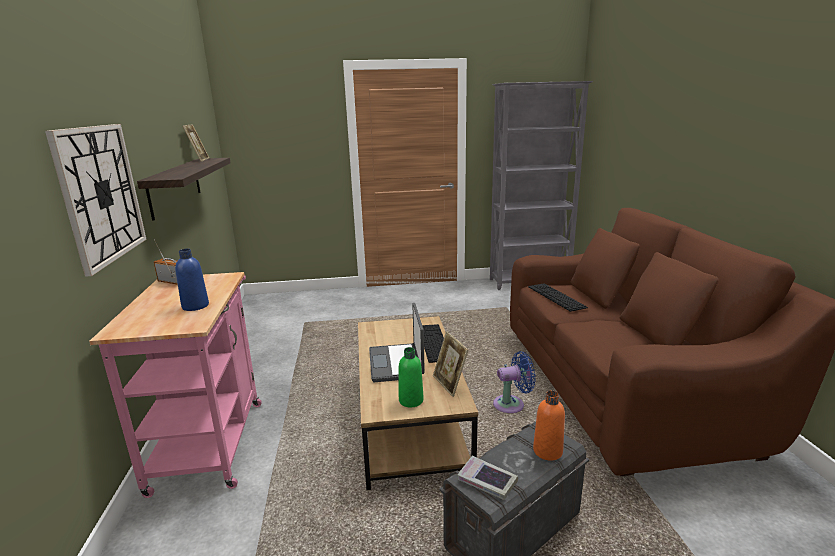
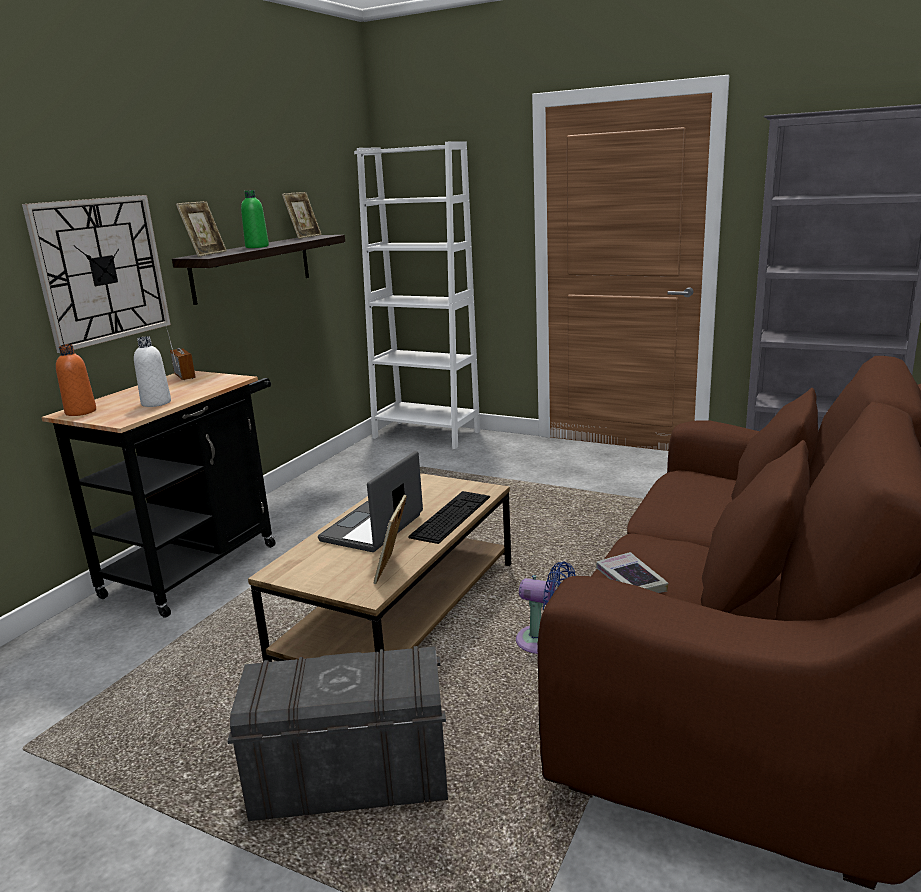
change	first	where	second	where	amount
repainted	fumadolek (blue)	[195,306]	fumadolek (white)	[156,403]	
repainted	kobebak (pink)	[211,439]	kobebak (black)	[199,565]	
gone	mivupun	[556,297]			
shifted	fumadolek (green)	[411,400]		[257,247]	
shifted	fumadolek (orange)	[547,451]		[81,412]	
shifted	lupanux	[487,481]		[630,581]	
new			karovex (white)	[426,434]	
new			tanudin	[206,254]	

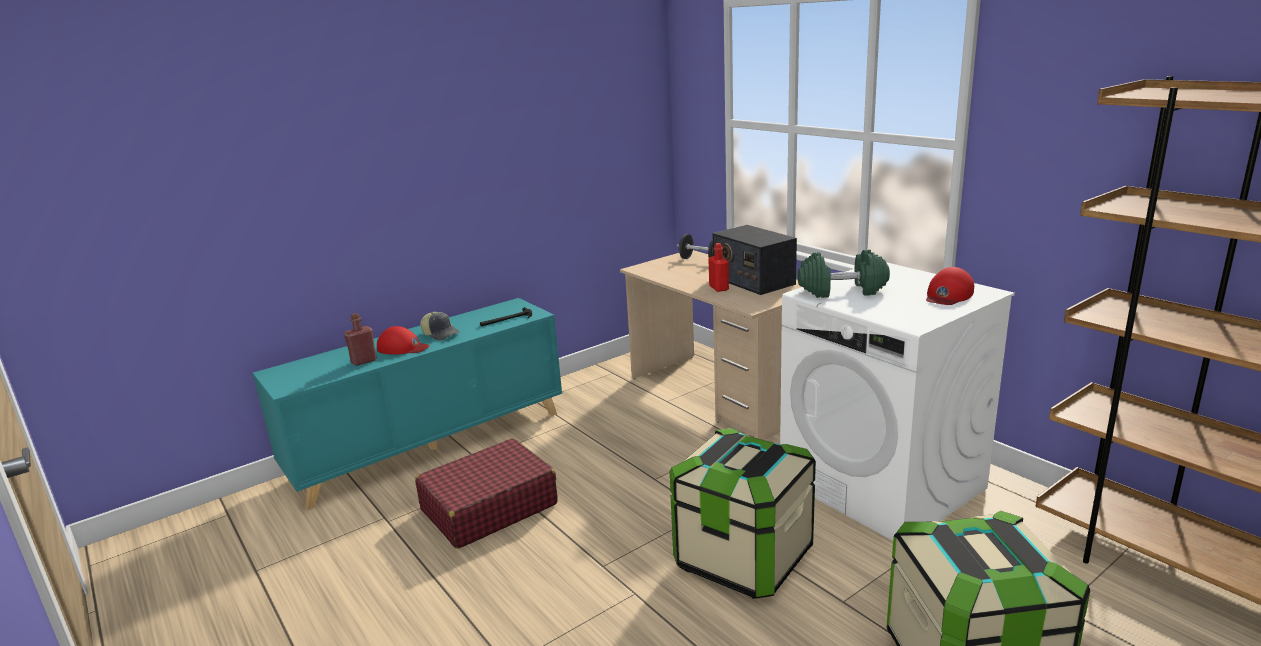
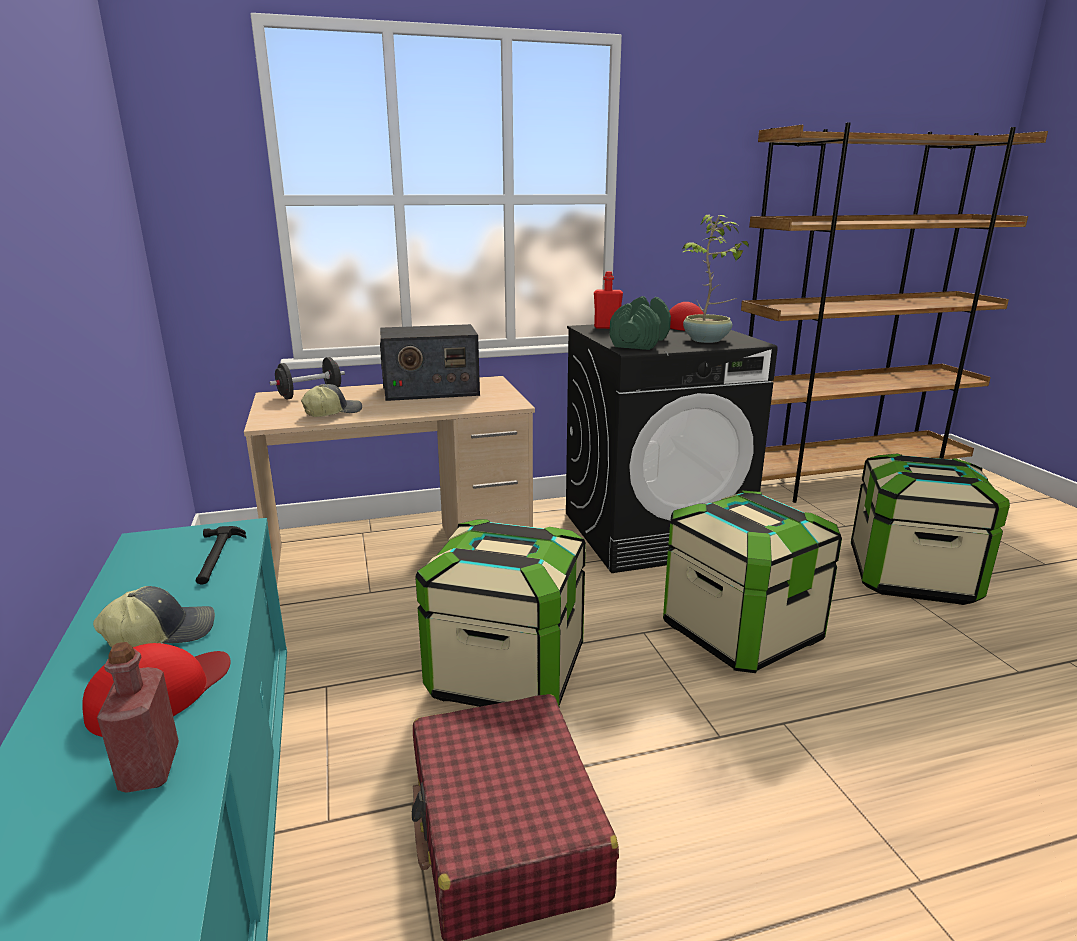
change	first	where	second	where	amount
shifted	fumadolek (red)	[718,288]		[607,327]	
repainted	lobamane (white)	[882,484]	lobamane (black)	[654,532]	
new			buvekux	[707,340]	
new			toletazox	[333,412]	
new			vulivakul	[506,673]	

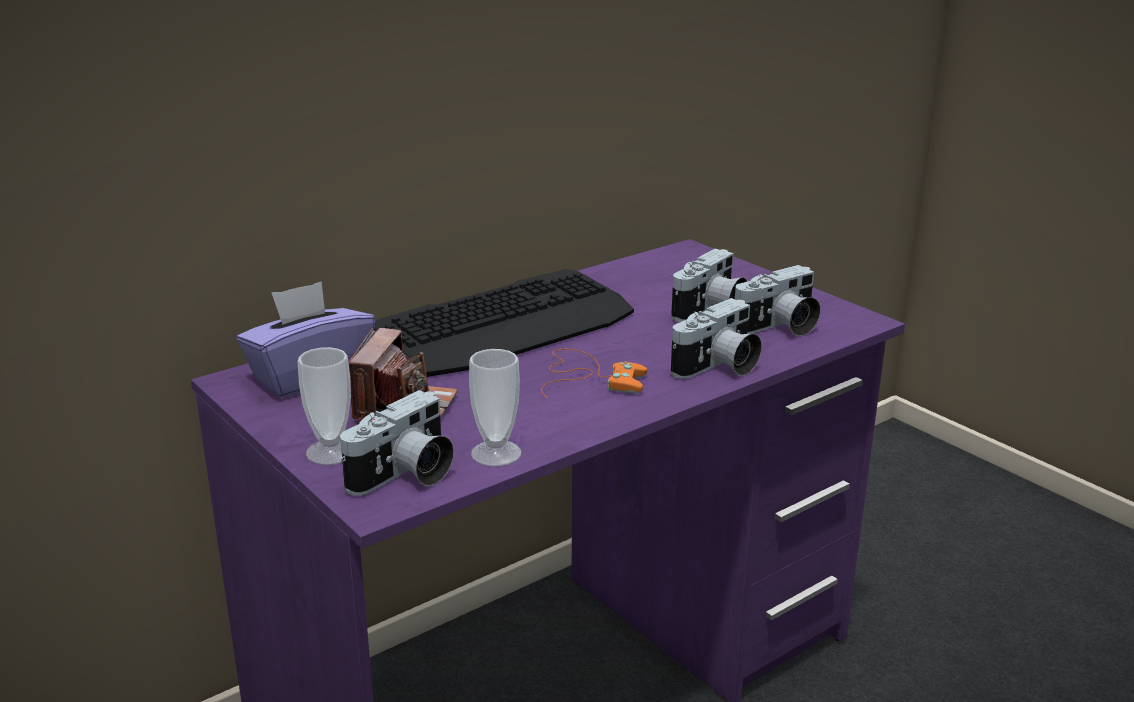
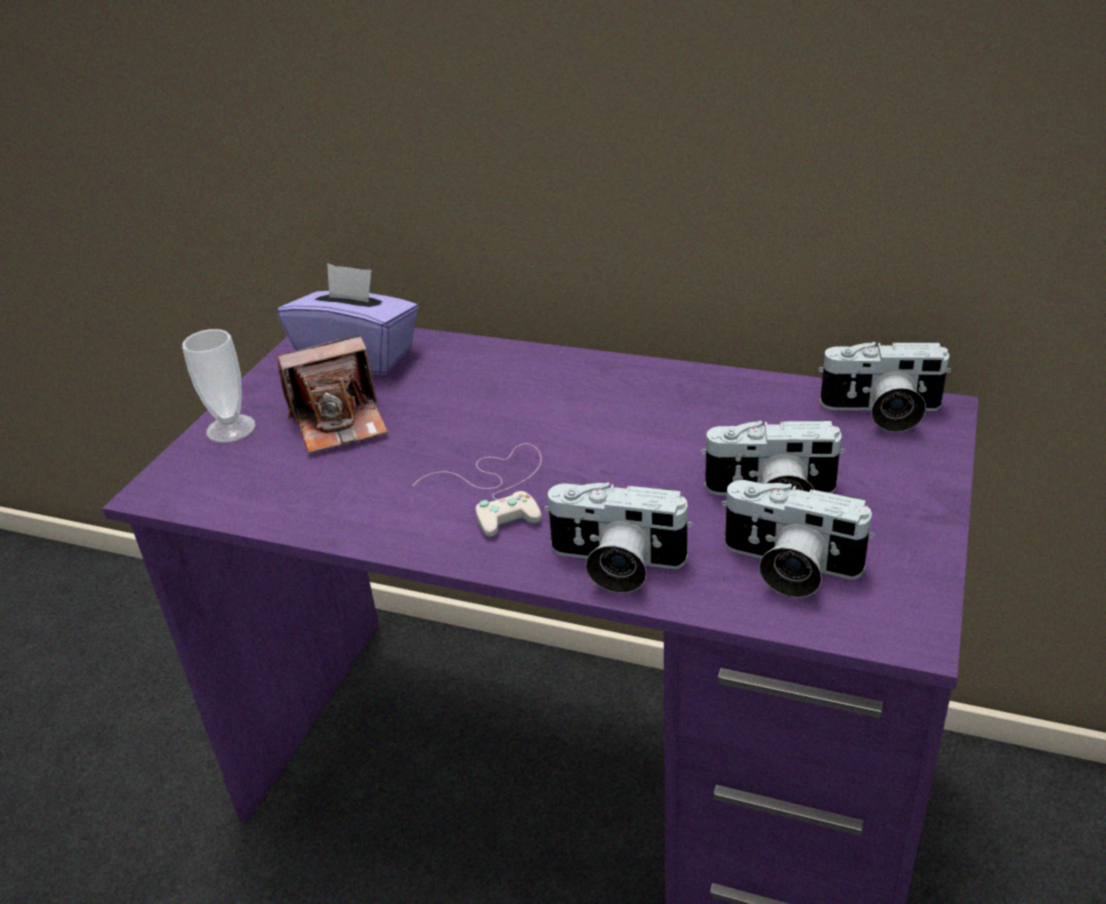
change	first	where	second	where	amount
gone	mivupun	[506,326]			
gone	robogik	[496,453]			
repainted	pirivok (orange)	[588,376]	pirivok (white)	[499,489]	
shifted	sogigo	[405,475]		[881,413]	

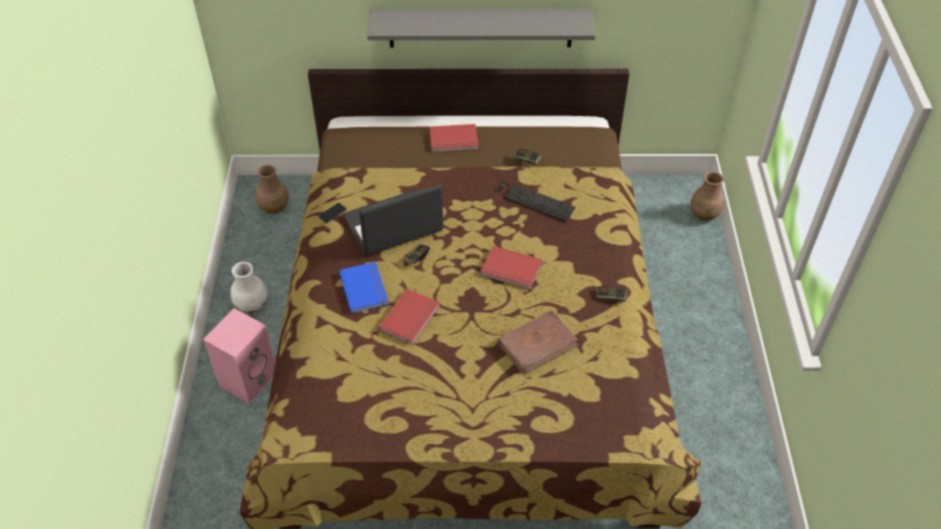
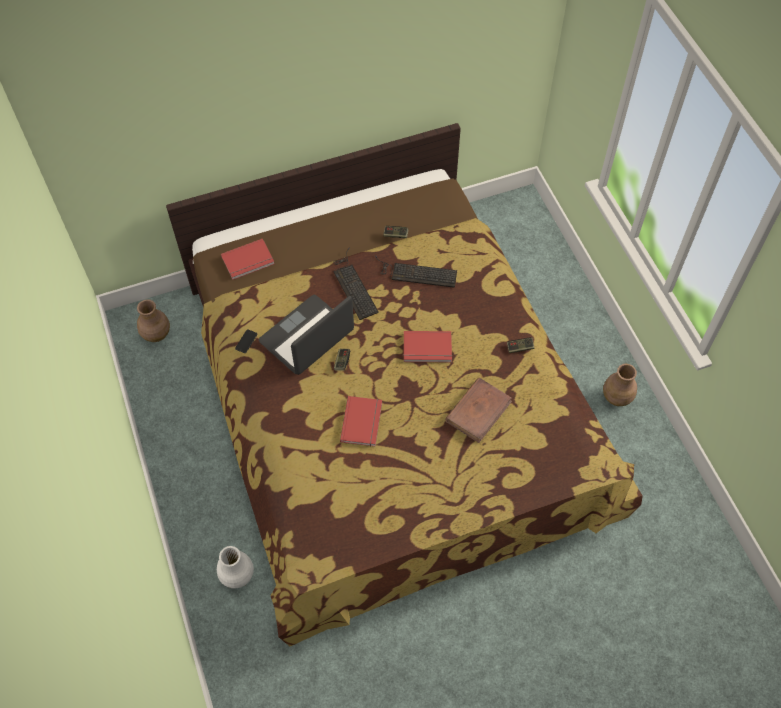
change	first	where	second	where	amount
gone	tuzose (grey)	[480,27]			
shifted	lupanux (red)	[454,140]		[248,261]	
shifted	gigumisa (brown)	[704,215]		[617,397]	
shifted	gigumisa (white)	[252,305]		[237,575]	
gone	lupanux (blue)	[365,288]			
gone	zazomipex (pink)	[248,377]			
new			mivupun	[353,285]	

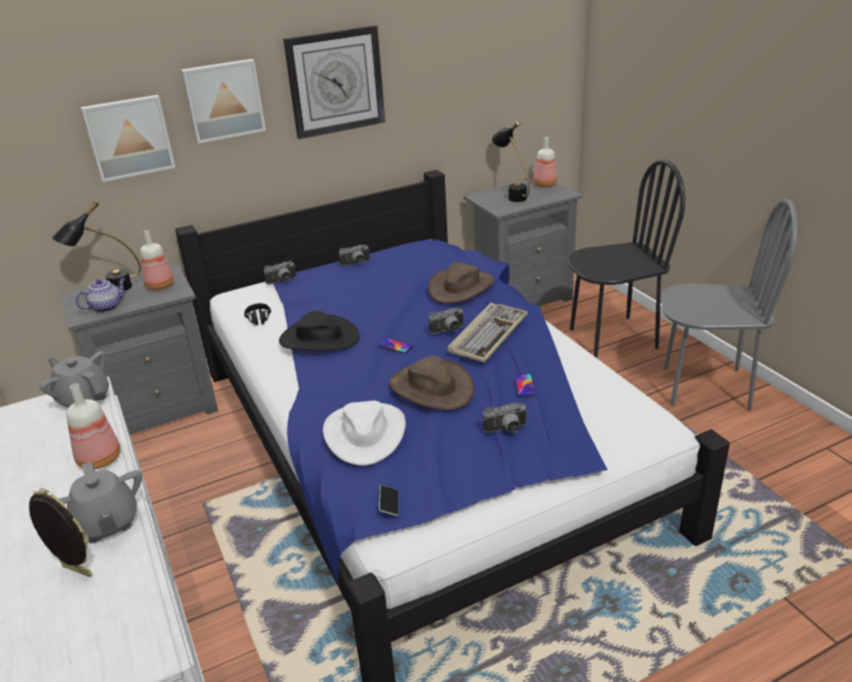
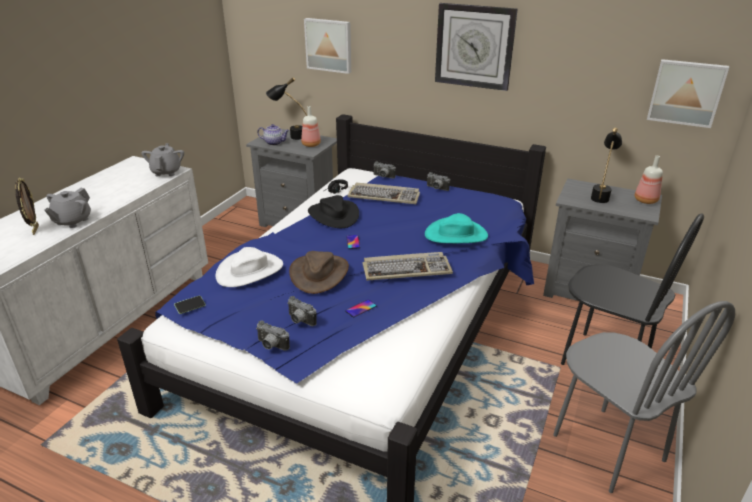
change	first	where	second	where	amount
shifted	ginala	[223,100]		[686,92]	
repainted	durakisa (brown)	[461,287]	durakisa (turquoise)	[456,235]	
shifted	sogigo	[448,331]		[271,346]	
gone	fumadolek	[99,460]			
new			mivupun	[384,196]	

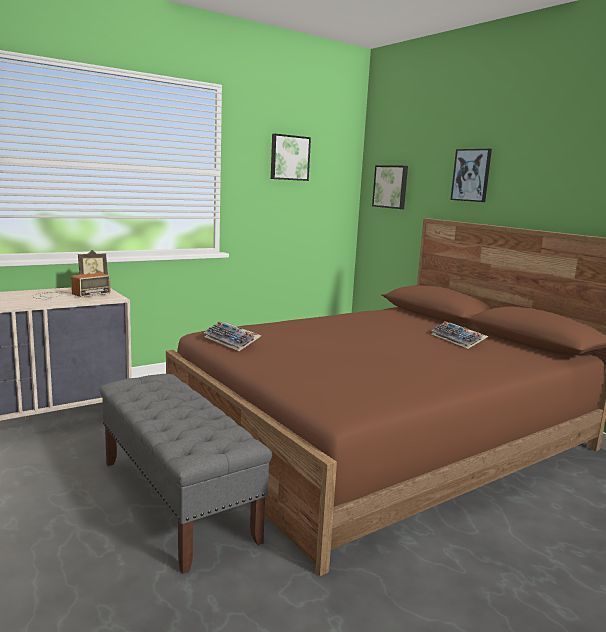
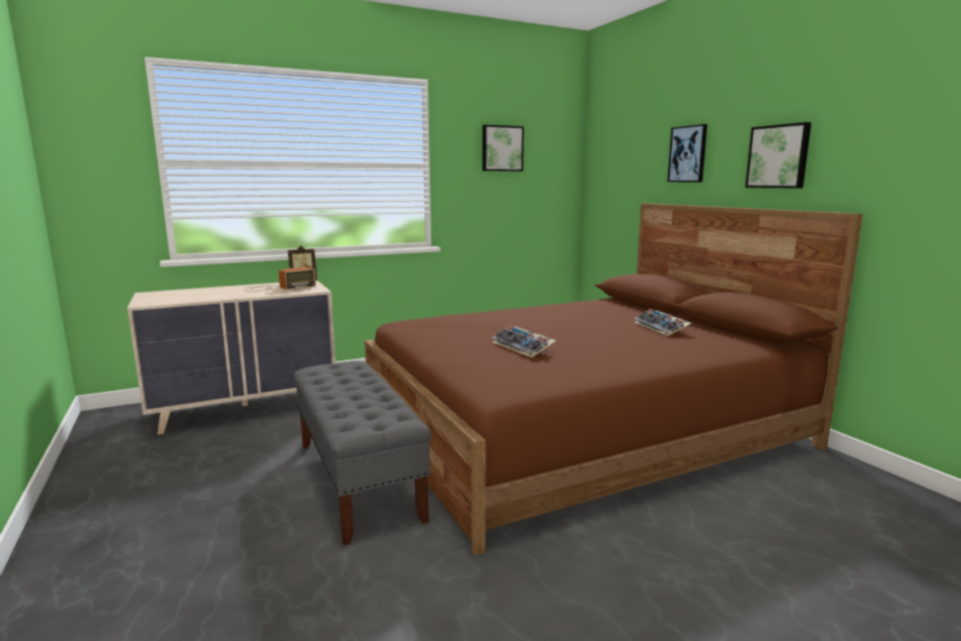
change	first	where	second	where	amount
shifted	ginala	[391,186]		[779,156]	
shifted	mivupun	[232,342]		[523,347]	

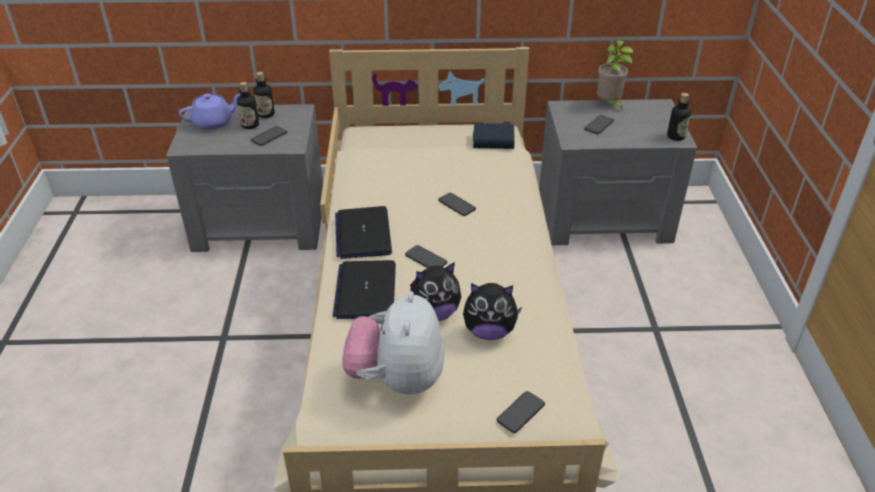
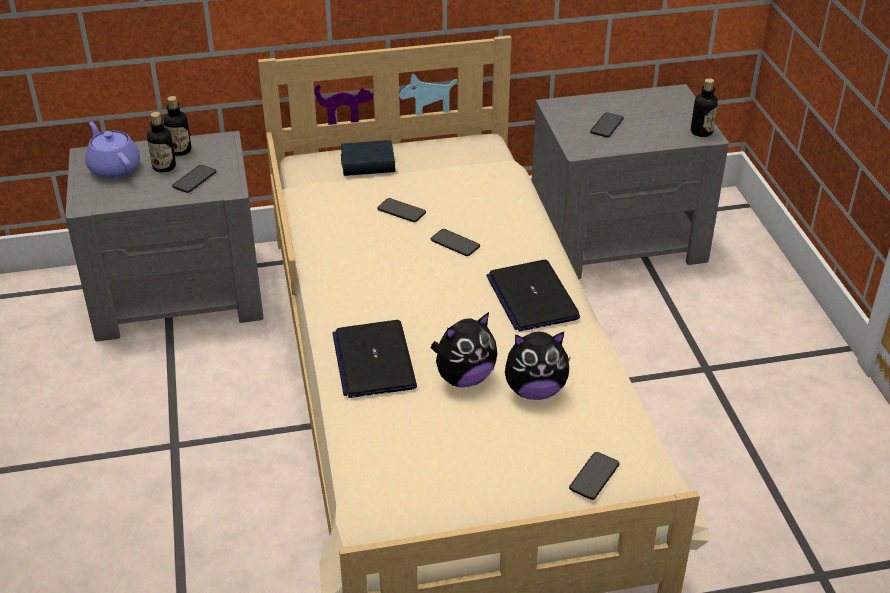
change	first	where	second	where	amount
gone	buvekux	[609,105]			
rotated	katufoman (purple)	[214,122]		[114,168]	90 degrees counterclockwise
shifted	lupanux	[493,141]		[368,164]	
shifted	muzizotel	[363,234]		[532,297]	
shifted	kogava	[426,259]		[401,211]	
gone	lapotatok	[397,379]			

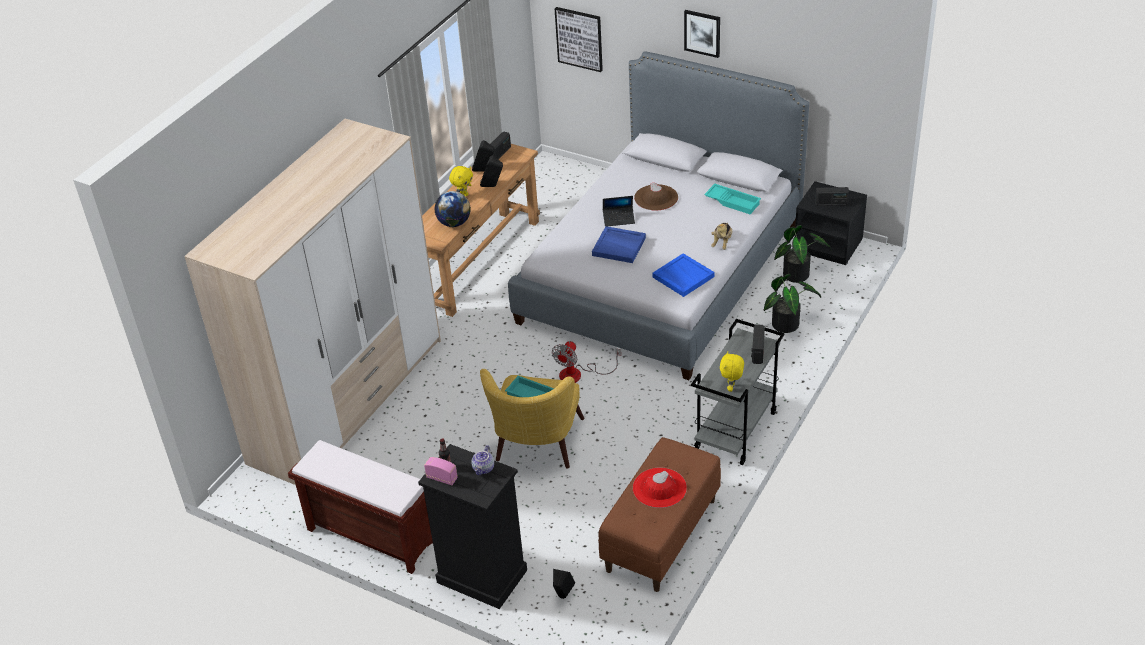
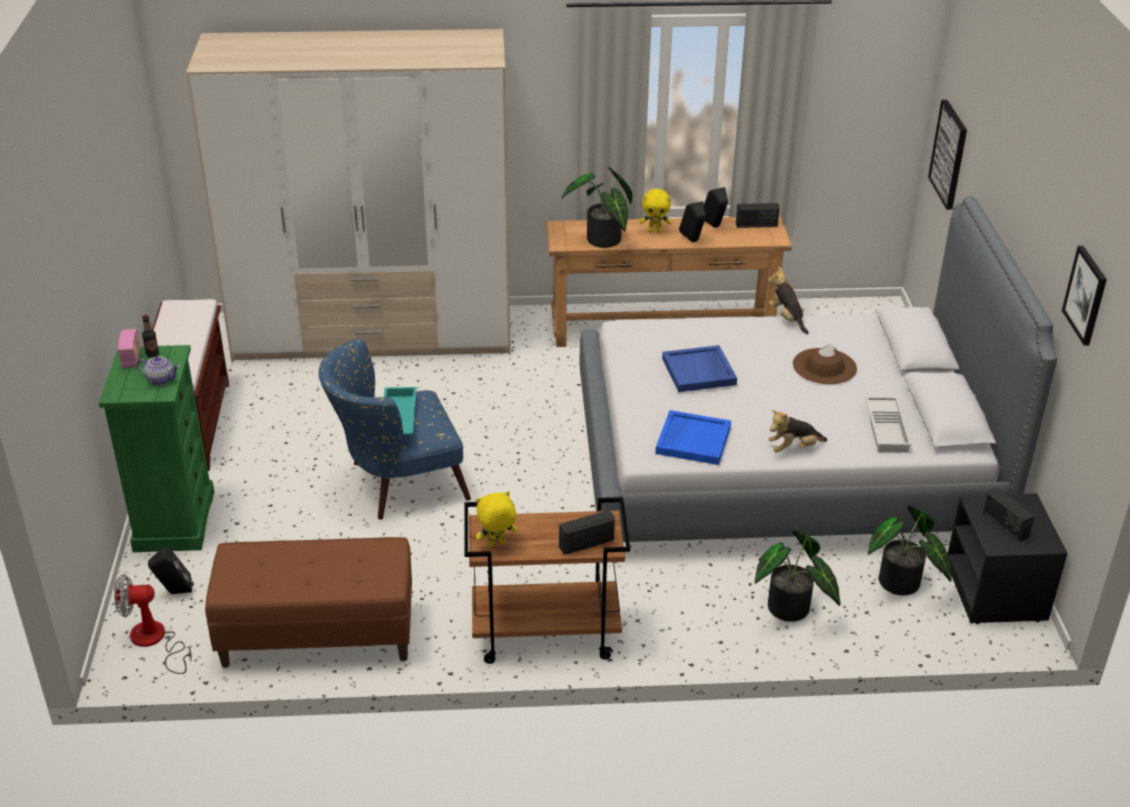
change	first	where	second	where	amount
shifted	ginala	[702,33]		[1086,295]	
repainted	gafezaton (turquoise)	[733,201]	gafezaton (white)	[888,429]	
swapped	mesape	[454,223]	buvekux	[603,242]	
gone	muzizotel	[619,219]			
repainted	kobebak (grey)	[736,431]	kobebak (brown)	[544,635]	
shifted	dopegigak	[578,374]		[155,641]	
repainted	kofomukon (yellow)	[536,447]	kofomukon (blue)	[396,483]	
repainted	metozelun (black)	[481,576]	metozelun (green)	[174,520]	
rotated	katufoman	[484,469]		[161,379]	150 degrees counterclockwise
gone	durakisa (red)	[659,488]			
new			lapotatok	[787,318]	

